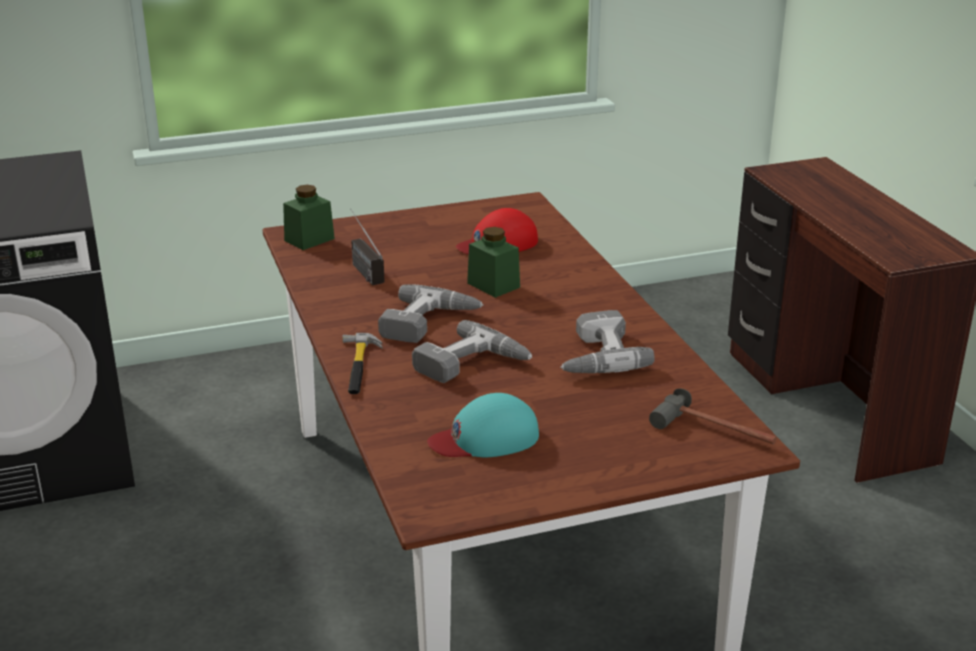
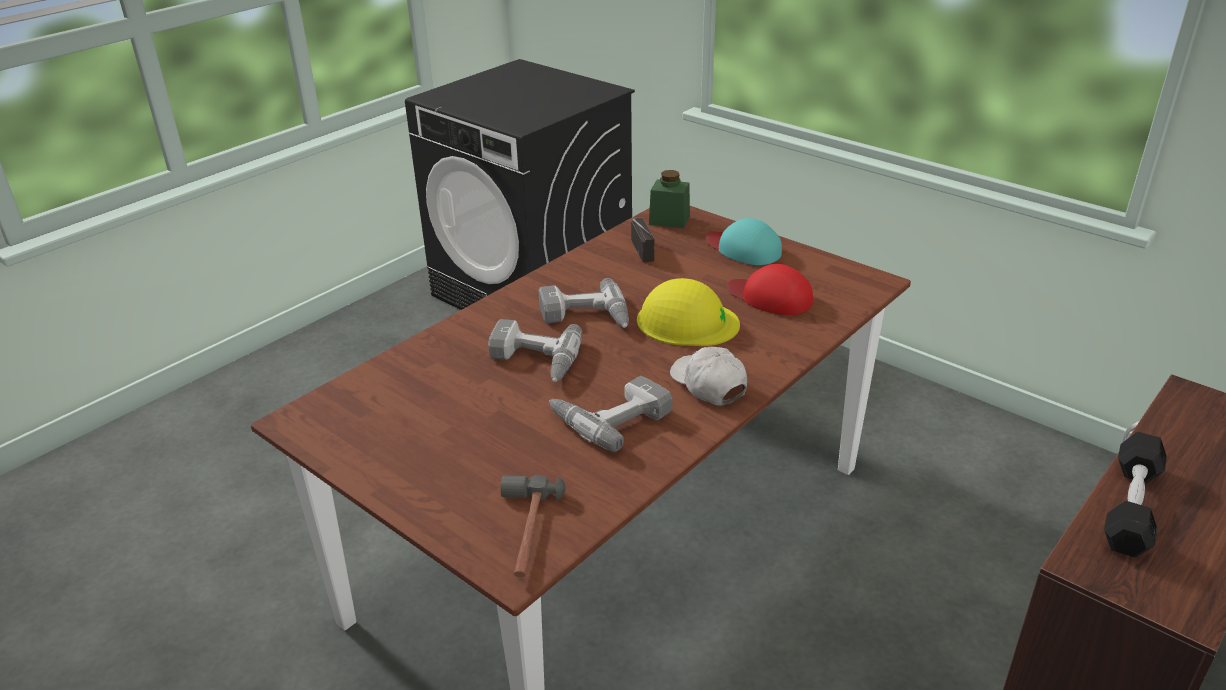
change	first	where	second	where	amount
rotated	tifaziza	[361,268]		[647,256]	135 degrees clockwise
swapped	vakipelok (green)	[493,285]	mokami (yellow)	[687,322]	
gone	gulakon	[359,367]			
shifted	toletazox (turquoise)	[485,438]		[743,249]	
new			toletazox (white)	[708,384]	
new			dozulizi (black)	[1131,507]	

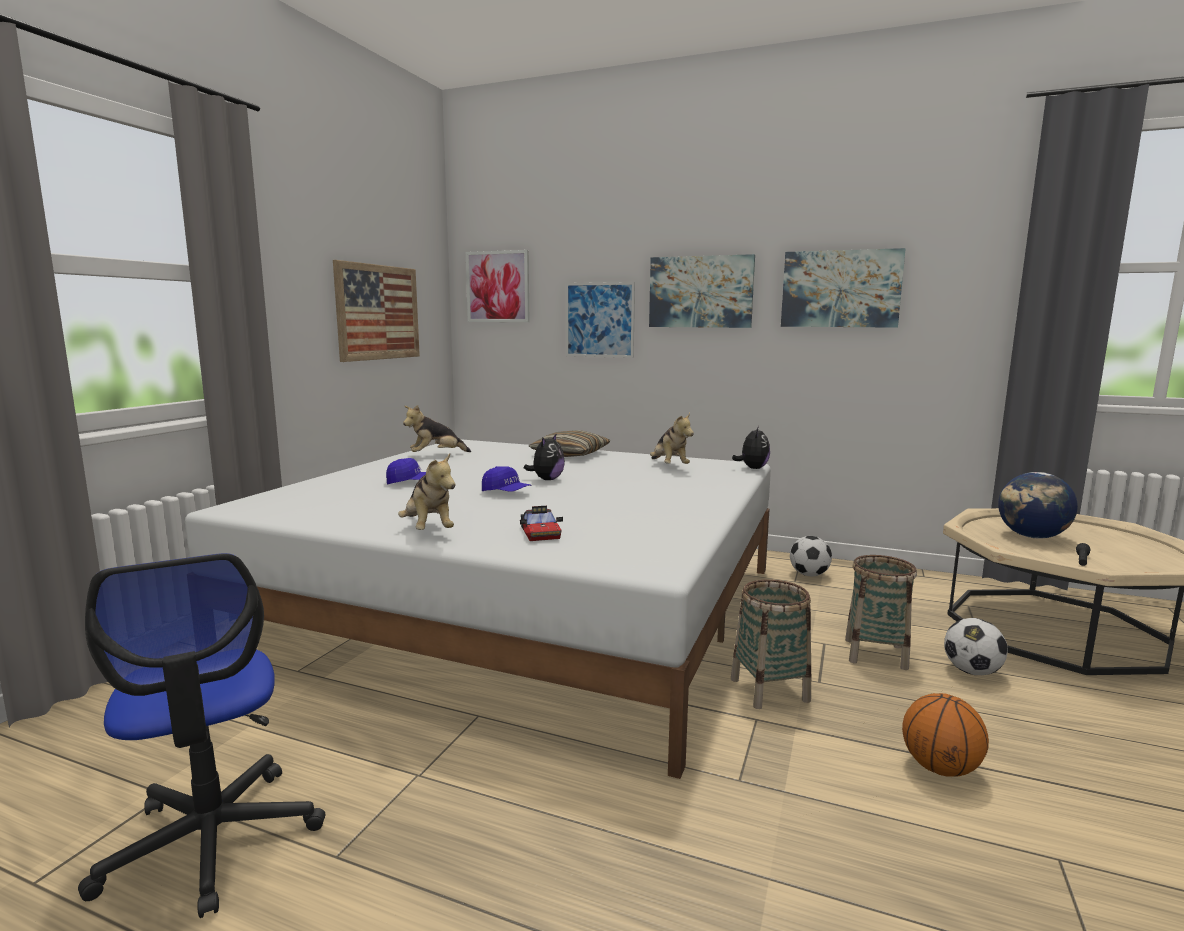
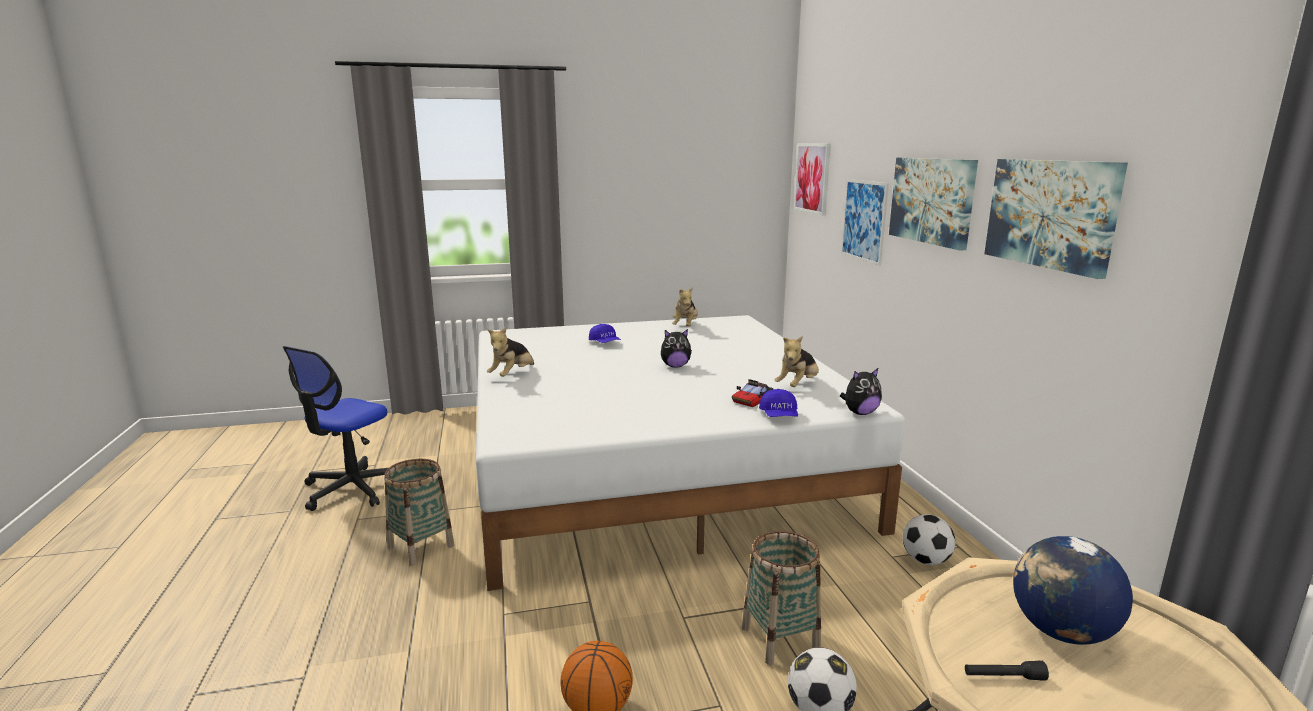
change	first	where	second	where	amount
gone	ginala	[378,312]			
rotated	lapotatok	[436,455]		[685,326]	105 degrees counterclockwise
gone	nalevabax	[570,454]			
shifted	toletazox (blue)	[506,493]		[779,416]	
shifted	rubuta	[540,532]		[752,400]	
shifted	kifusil	[769,690]		[421,546]	

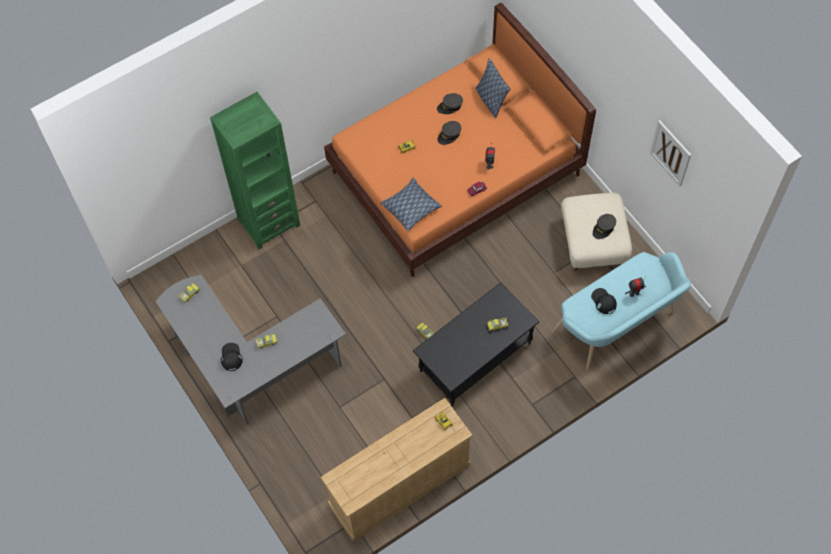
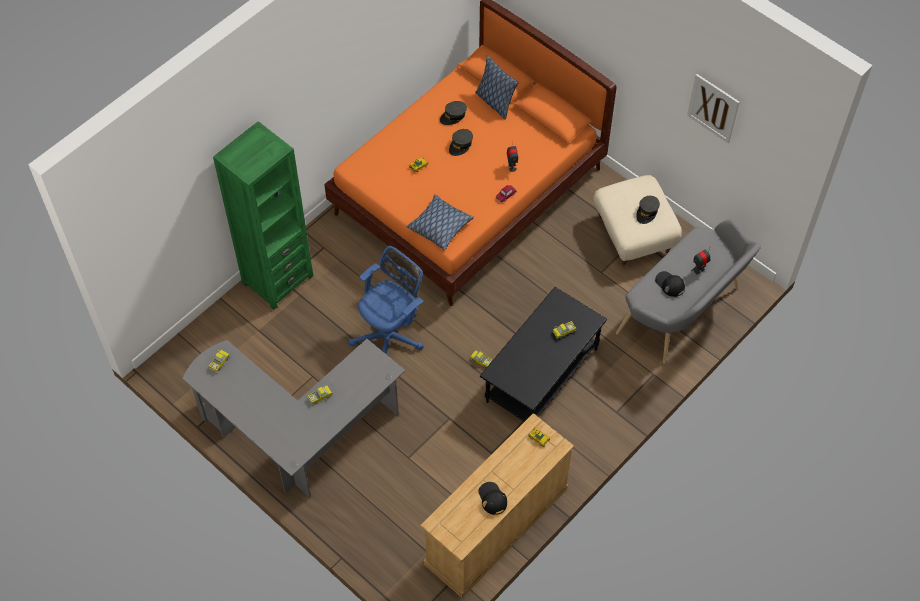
change	first	where	second	where	amount
repainted	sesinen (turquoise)	[617,325]	sesinen (grey)	[683,313]	
shifted	toletazox (black)	[231,357]		[492,498]	
new			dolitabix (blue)	[391,335]	

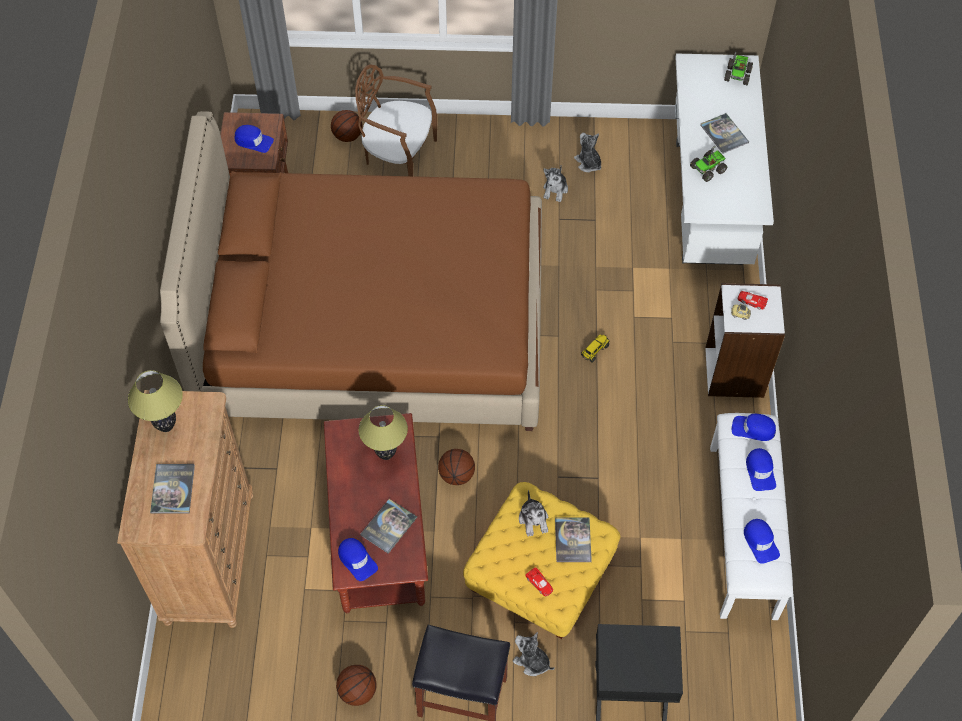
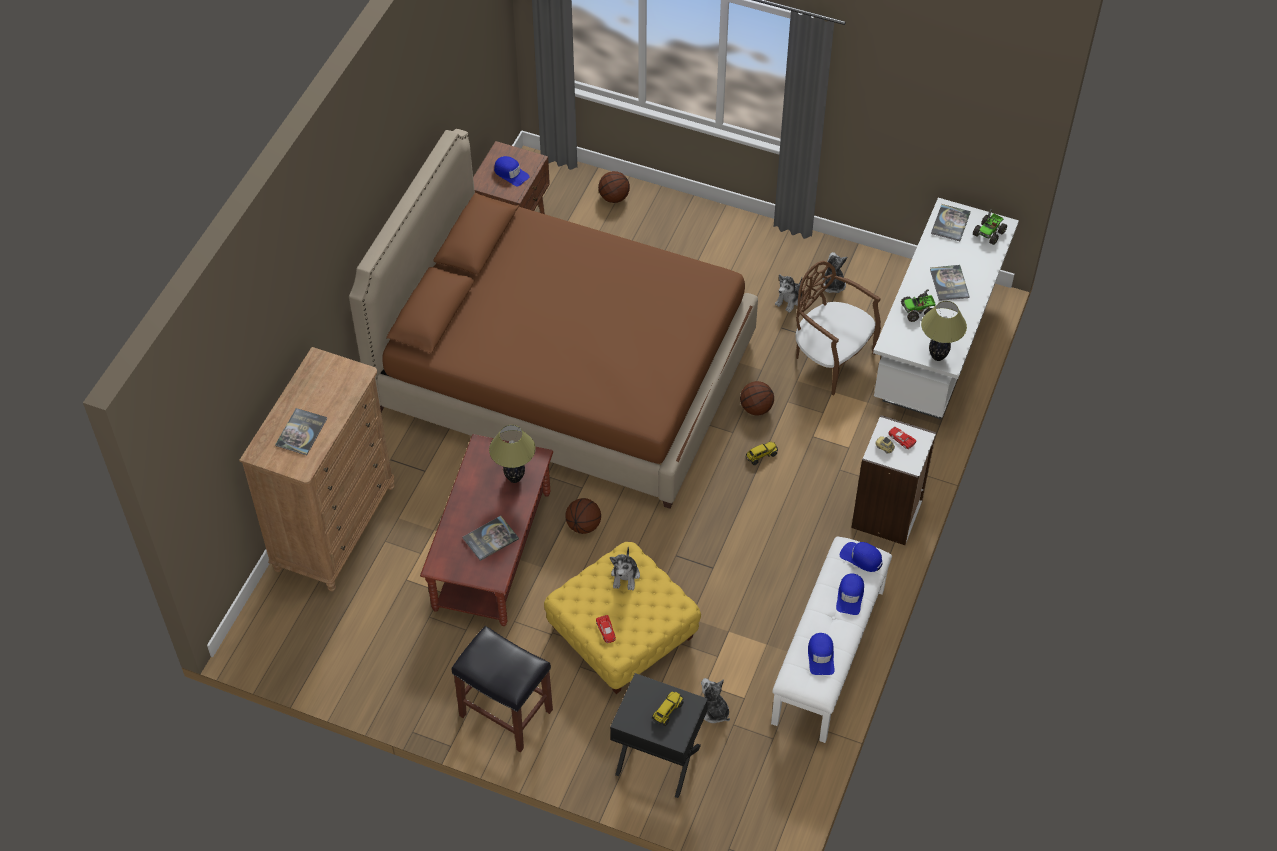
change	first	where	second	where	amount
shifted	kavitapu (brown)	[398,156]		[830,358]	
shifted	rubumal	[166,426]		[938,356]	
shifted	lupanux	[573,540]		[950,223]	
gone	toletazox (blue)	[357,560]			
shifted	lapotatok	[532,661]		[713,710]	
shifted	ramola	[357,691]		[755,408]	
new			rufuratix	[667,711]	

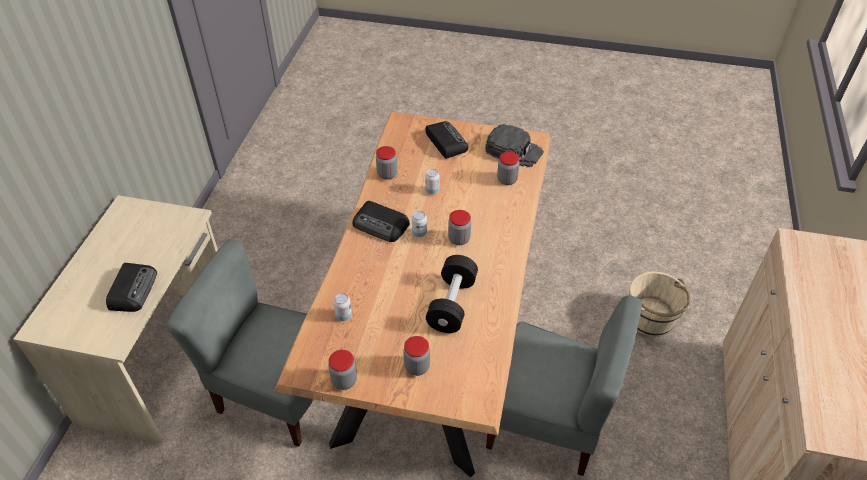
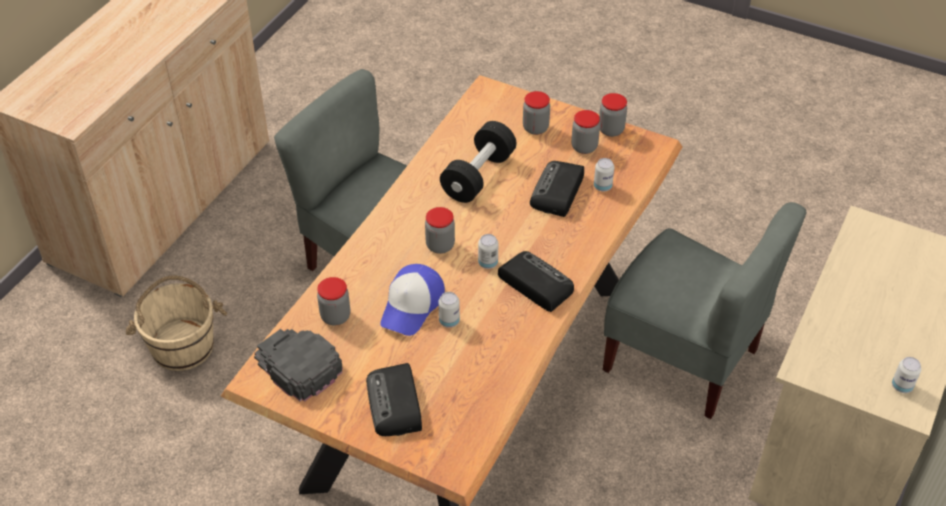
change	first	where	second	where	amount
shifted	vakipelok	[387,174]		[584,147]	
shifted	tifaziza	[133,289]		[557,192]	
new			toletazox	[412,305]	
new			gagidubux	[901,386]	

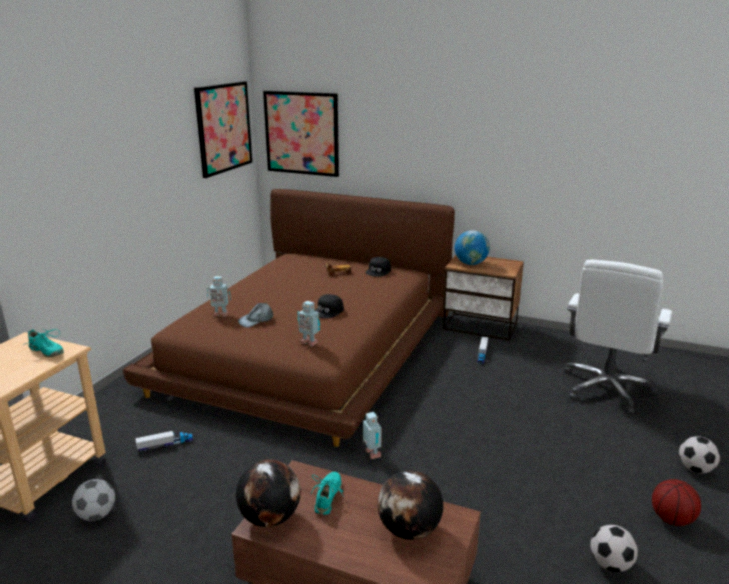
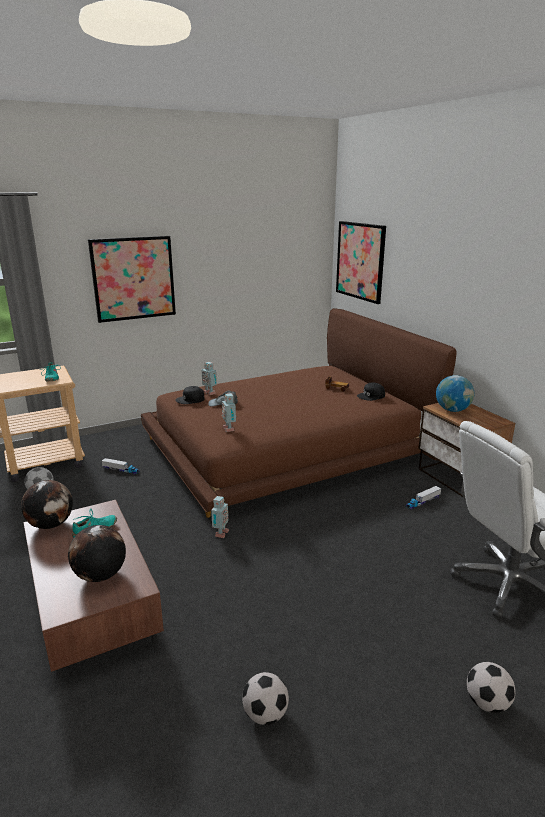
change	first	where	second	where	amount
shifted	ginala	[223,128]		[133,278]	
shifted	toletazox (black)	[328,311]		[190,399]	
gone	ramola	[672,519]			

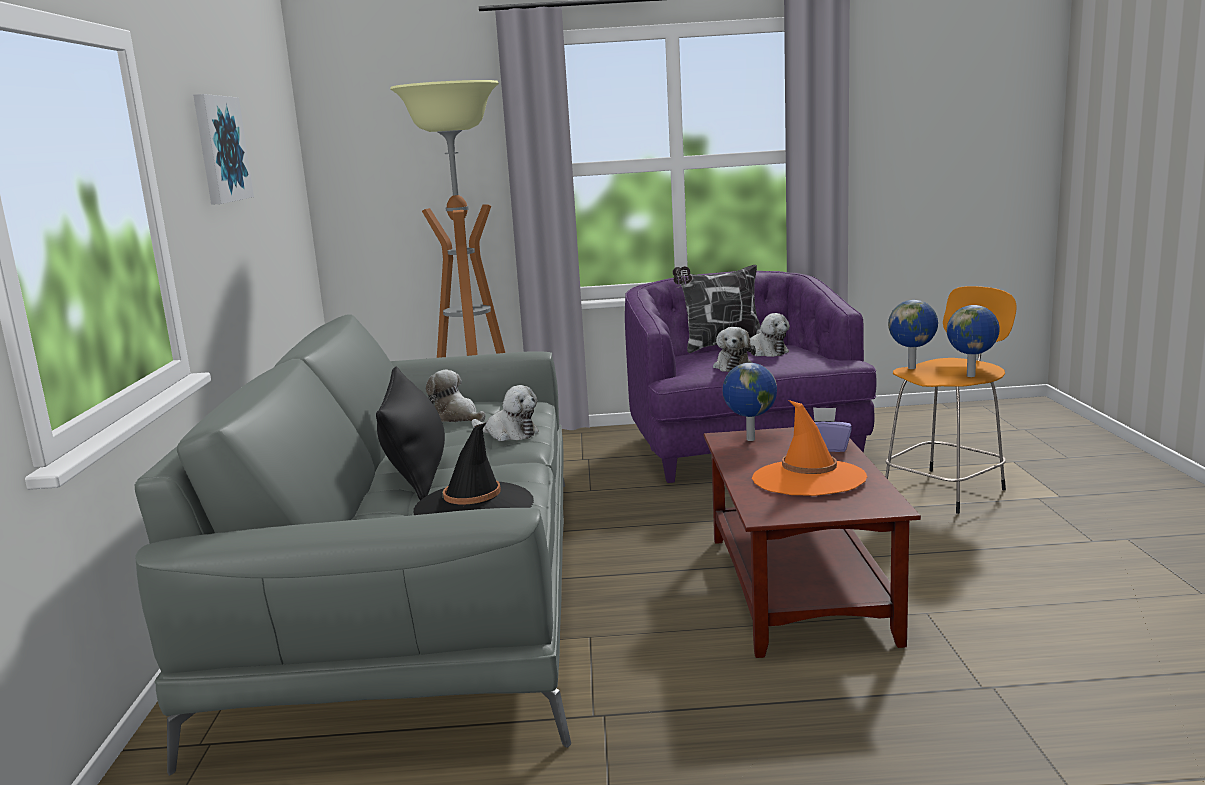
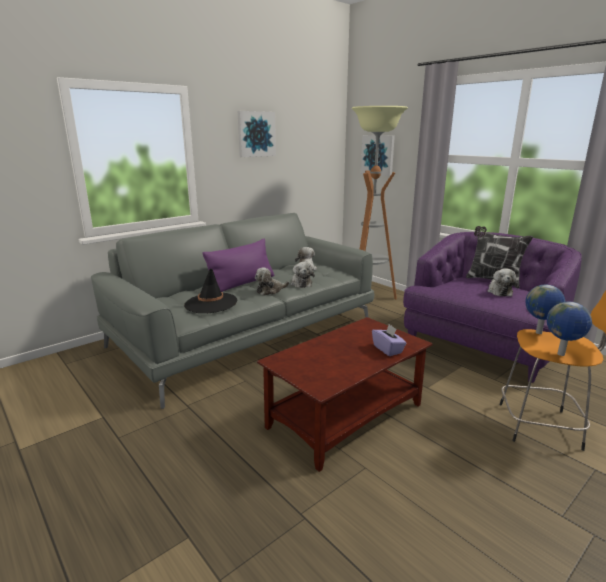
change	first	where	second	where	amount
shifted	lapotatok	[733,366]		[270,291]	
gone	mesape	[749,439]			
repainted	nalevabax (black)	[416,471]	nalevabax (purple)	[242,283]	
gone	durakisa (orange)	[808,478]			
new			ginala	[378,155]	

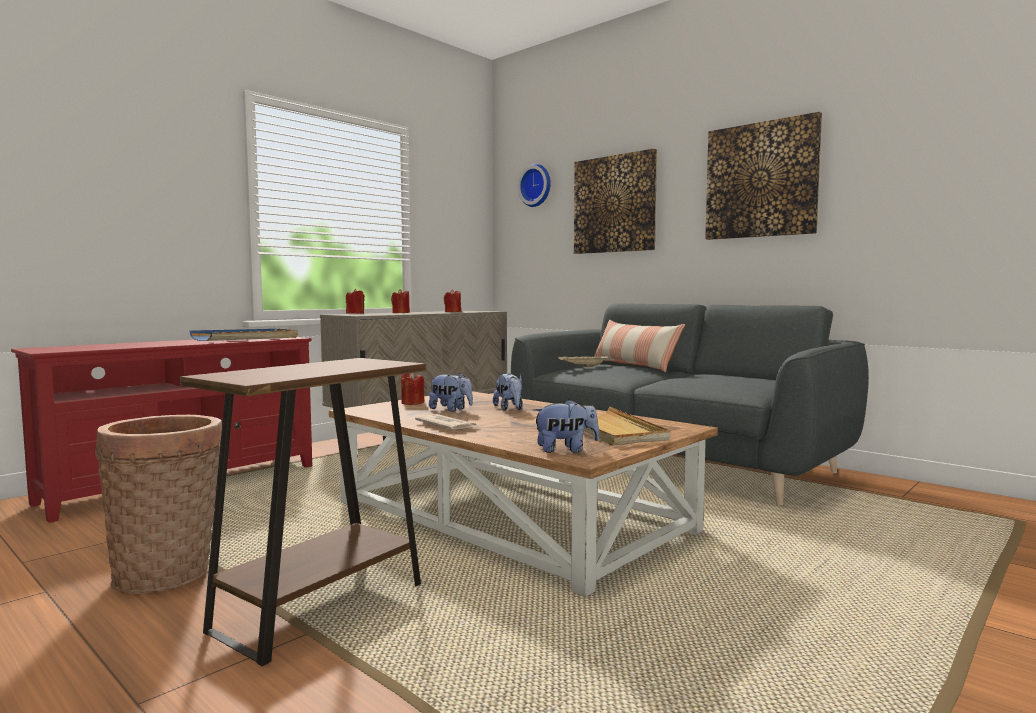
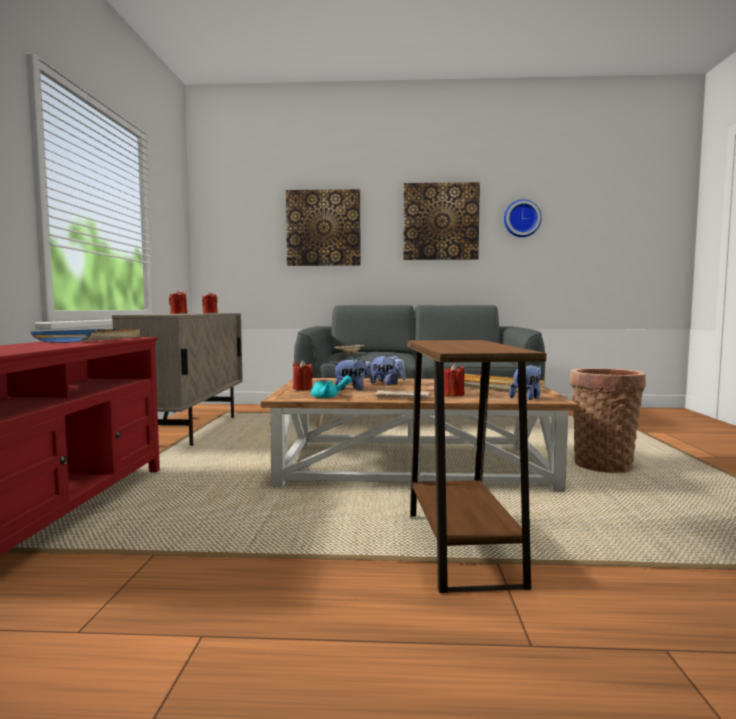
change	first	where	second	where	amount
shifted	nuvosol	[536,185]		[521,219]	
shifted	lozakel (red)	[355,313]		[453,395]	
gone	nalevabax	[634,366]			
shifted	kifusil	[169,574]		[603,464]	
new			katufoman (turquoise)	[329,397]	

